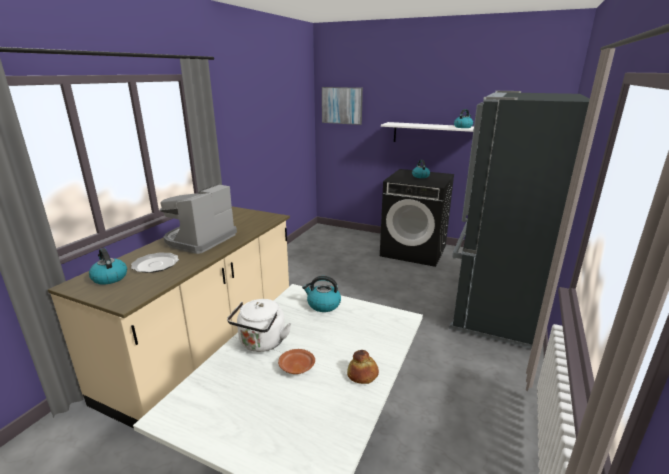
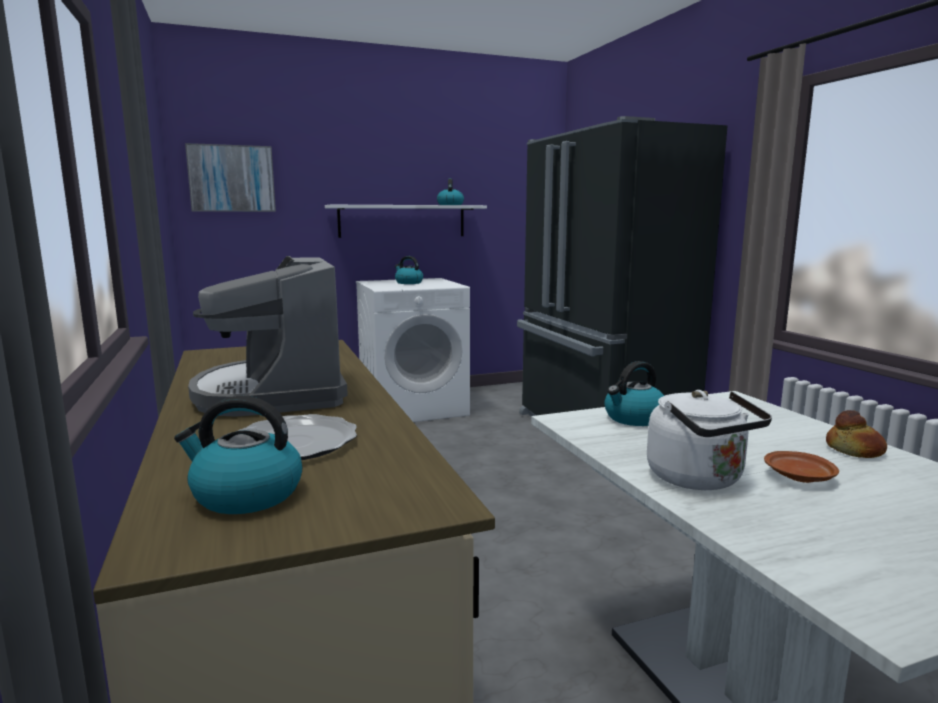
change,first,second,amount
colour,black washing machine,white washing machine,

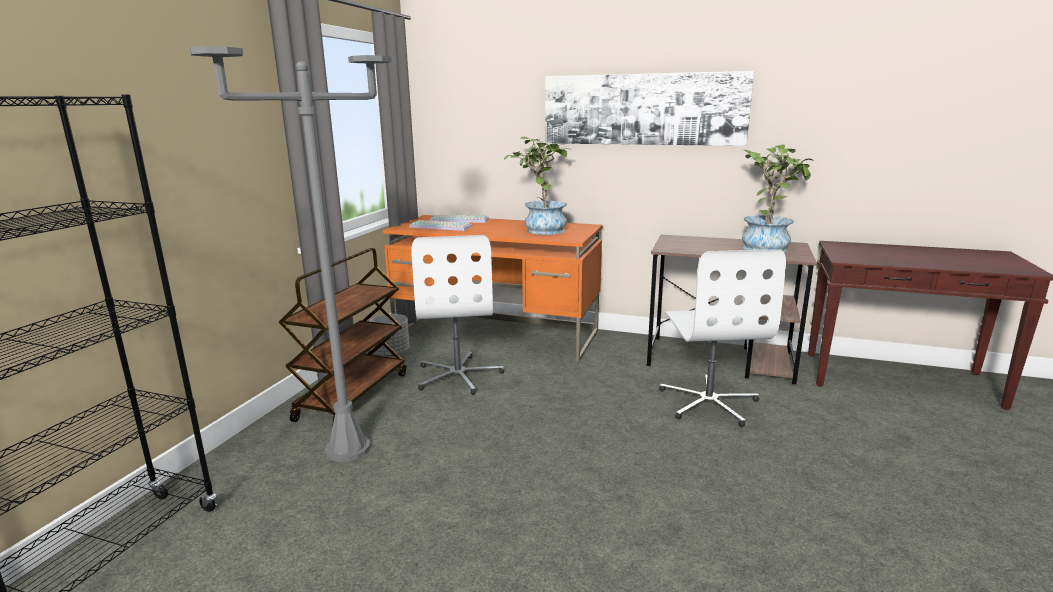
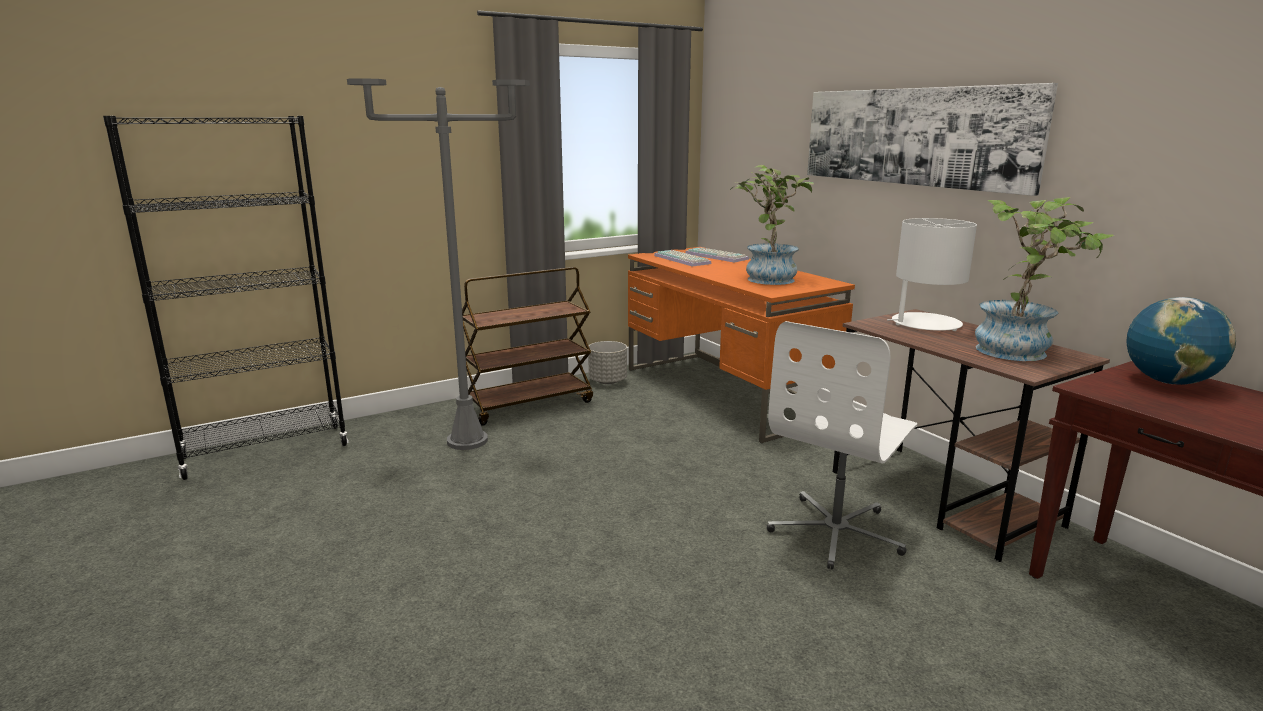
change,first,second,amount
appeared,,white table lamp,
appeared,,globe,
missing,white office chair (no. 1 from left),,

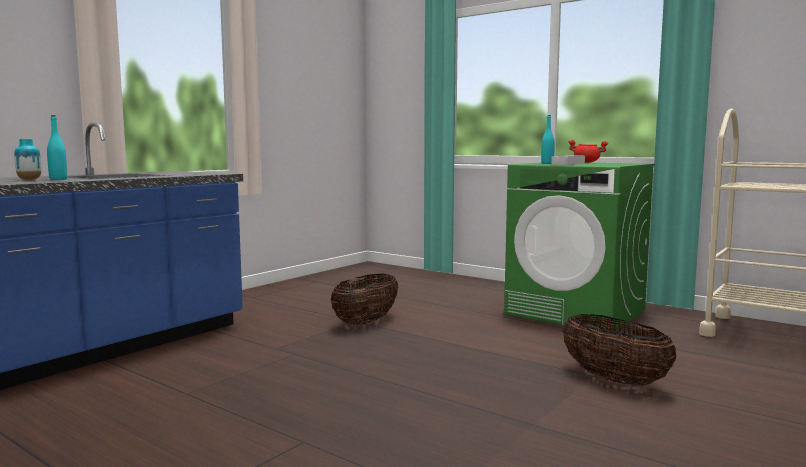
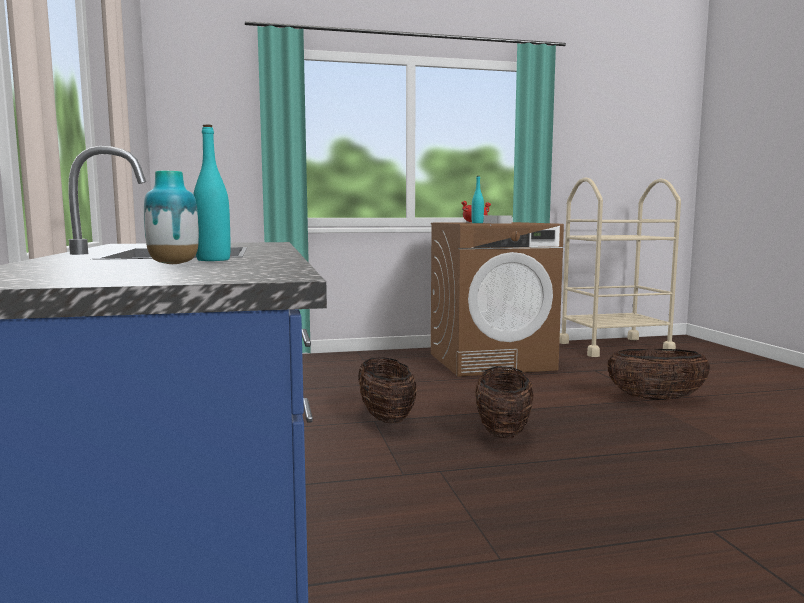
change,first,second,amount
colour,green washing machine,brown washing machine,
appeared,,basket (no. 2 from left),

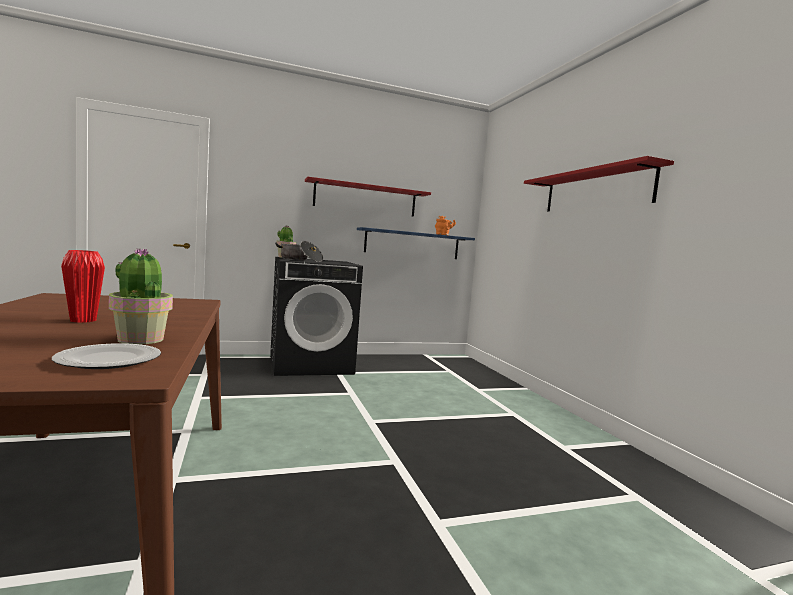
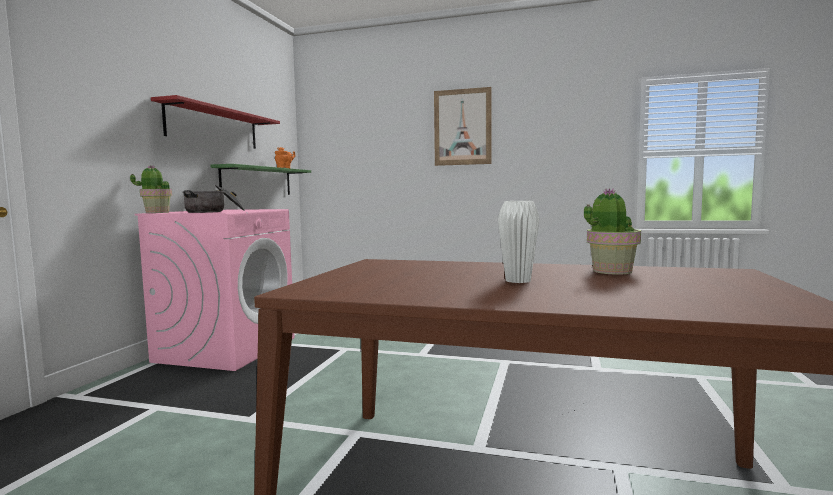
change,first,second,amount
colour,black washing machine,pink washing machine,
colour,blue shelf,green shelf,
exchanged,red shelf (no. 2 from left),picture,
colour,red vase,white vase,
missing,plate,,

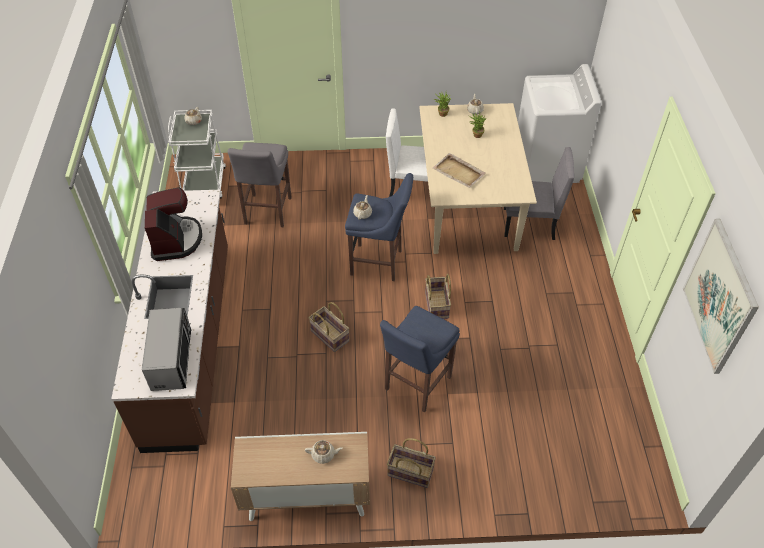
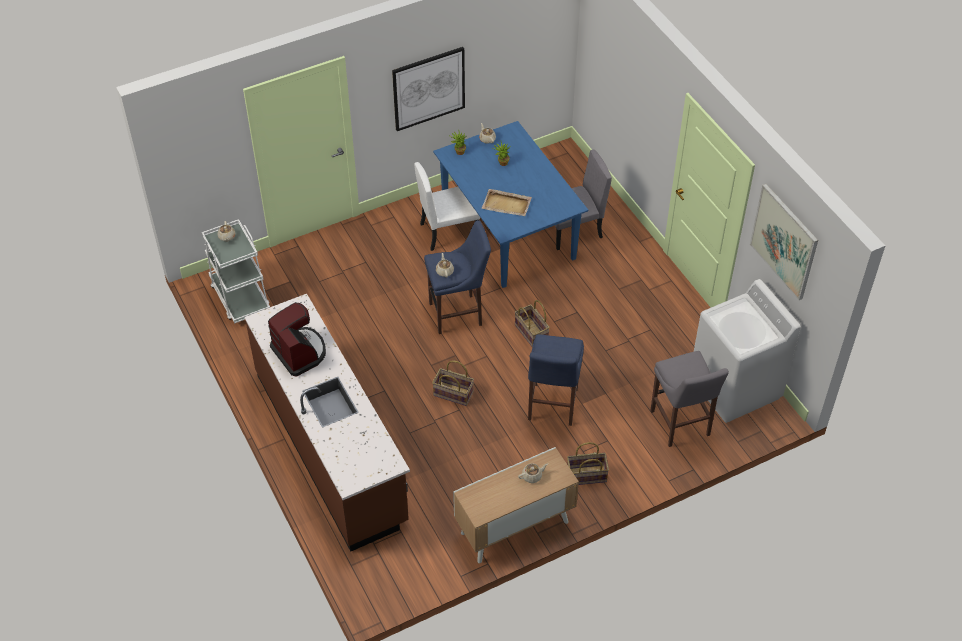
change,first,second,amount
appeared,,picture (no. 1 from left),
colour,beige dining table,blue dining table,
relocated,grey stool,,
relocated,white washing machine,,
missing,microwave,,

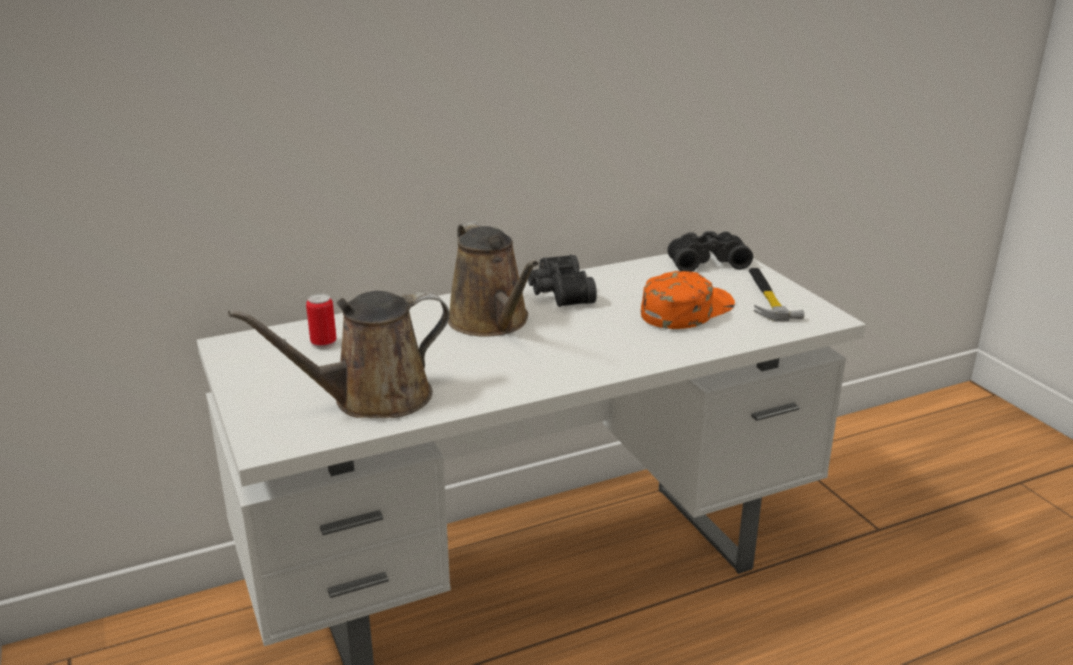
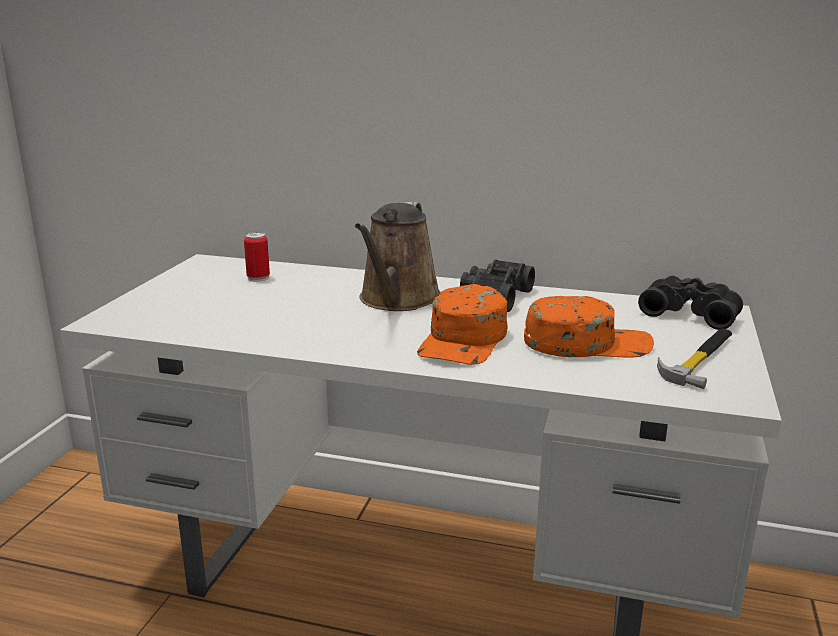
change,first,second,amount
appeared,,orange cap (no. 1 from left),
missing,brown watering can (no. 1 from left),,

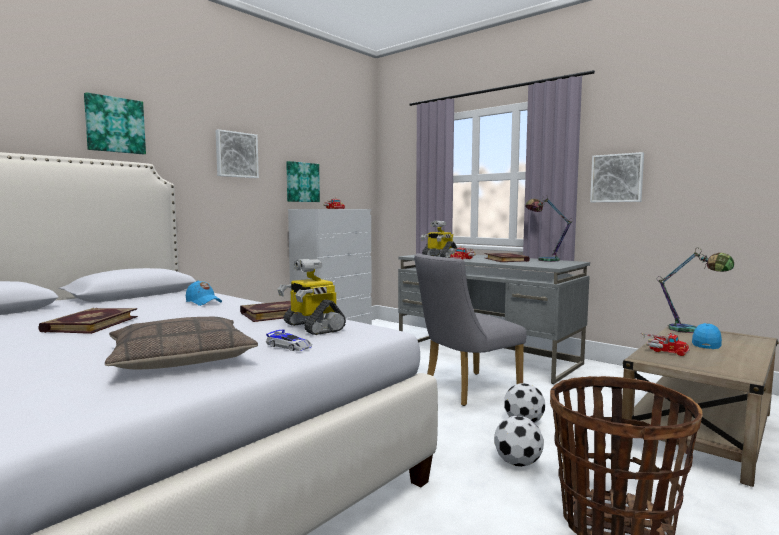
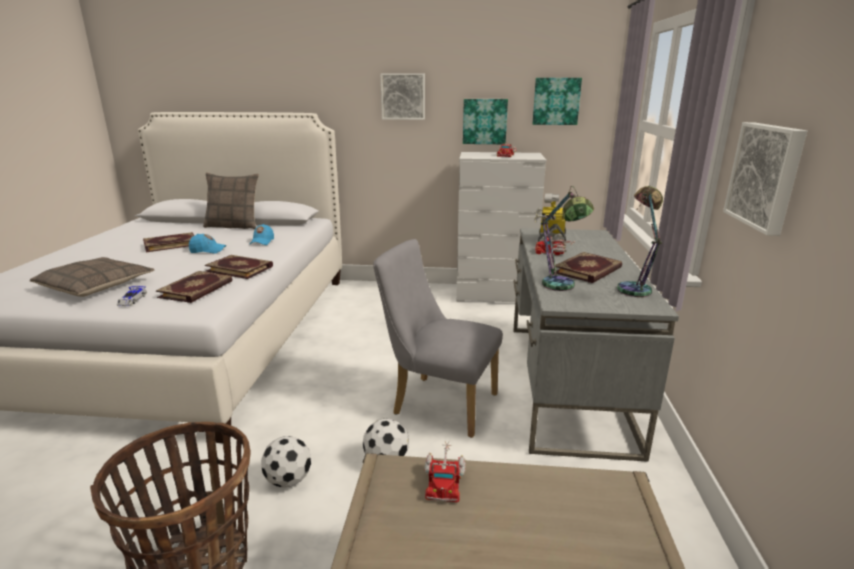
change,first,second,amount
exchanged,toy robot (no. 1 from left),book (no. 2 from left),
relocated,blue cap (no. 2 from left in the first image),blue cap (no. 1 from left),
appeared,,pillow (no. 2 from left),
relocated,picture (no. 1 from left in the first image),picture (no. 3 from left),
relocated,table lamp (no. 2 from left in the first image),table lamp (no. 1 from left),

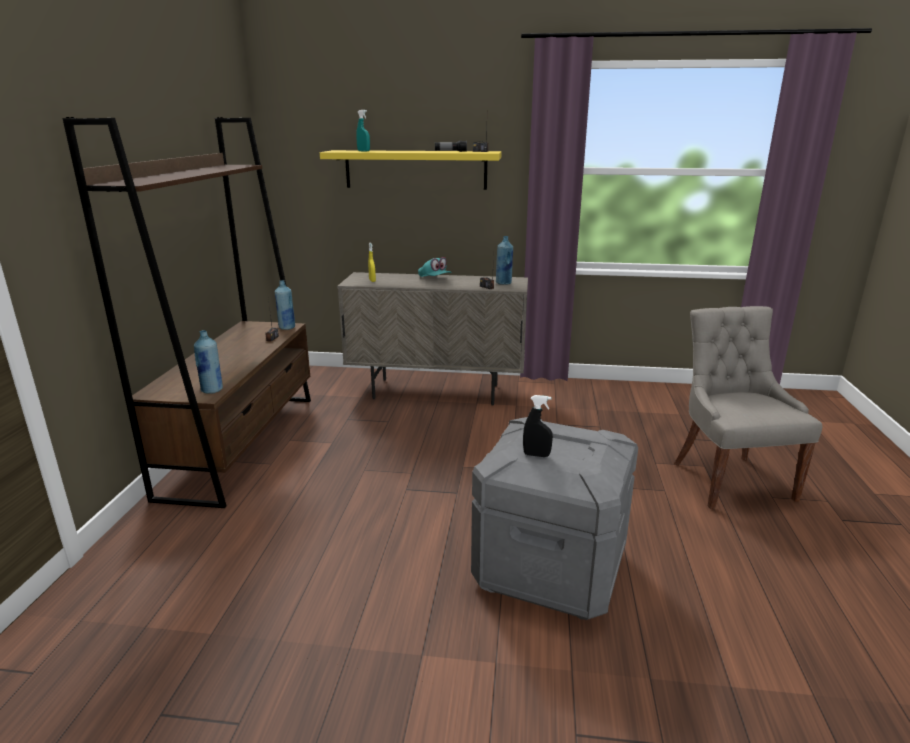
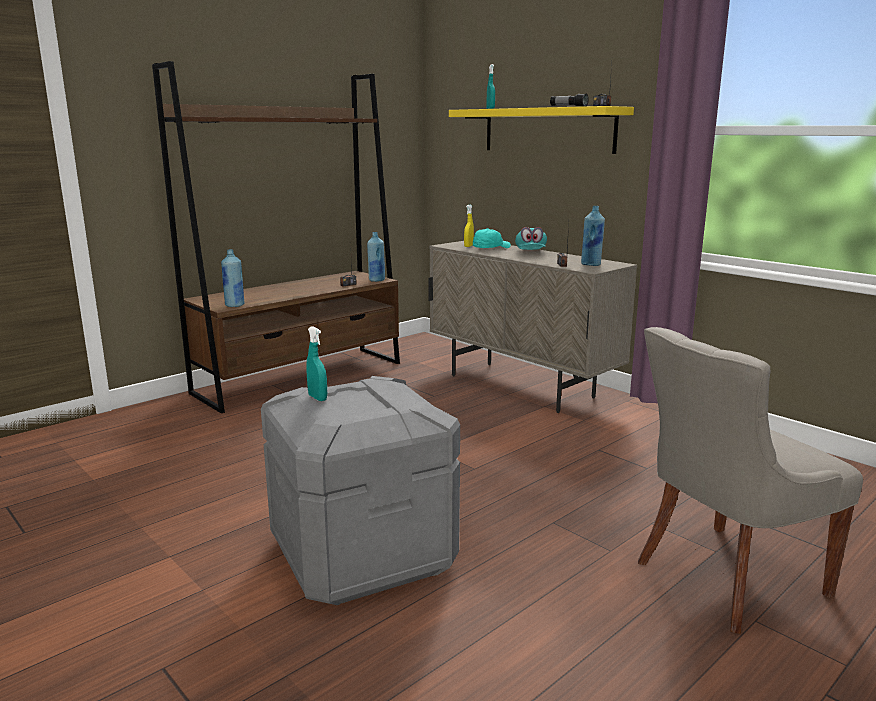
change,first,second,amount
colour,black spray bottle,turquoise spray bottle (no. 1 from left),
appeared,,turquoise cap (no. 1 from left),
spun,grey chair,,150 degrees counterclockwise

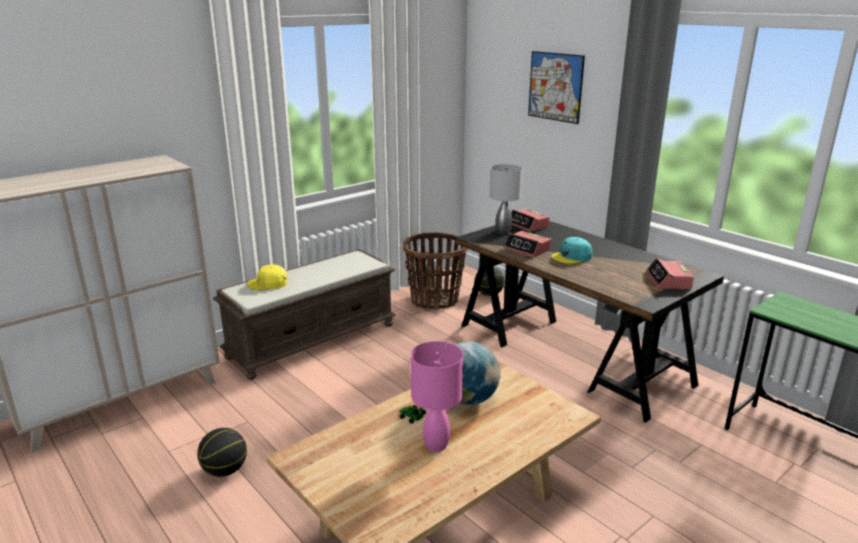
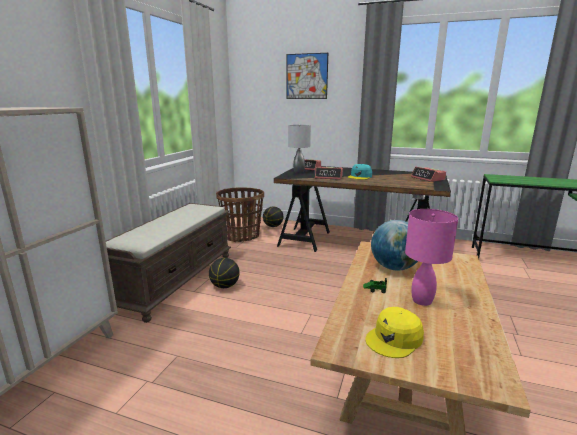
change,first,second,amount
relocated,basketball (no. 1 from left),,
relocated,yellow cap,,

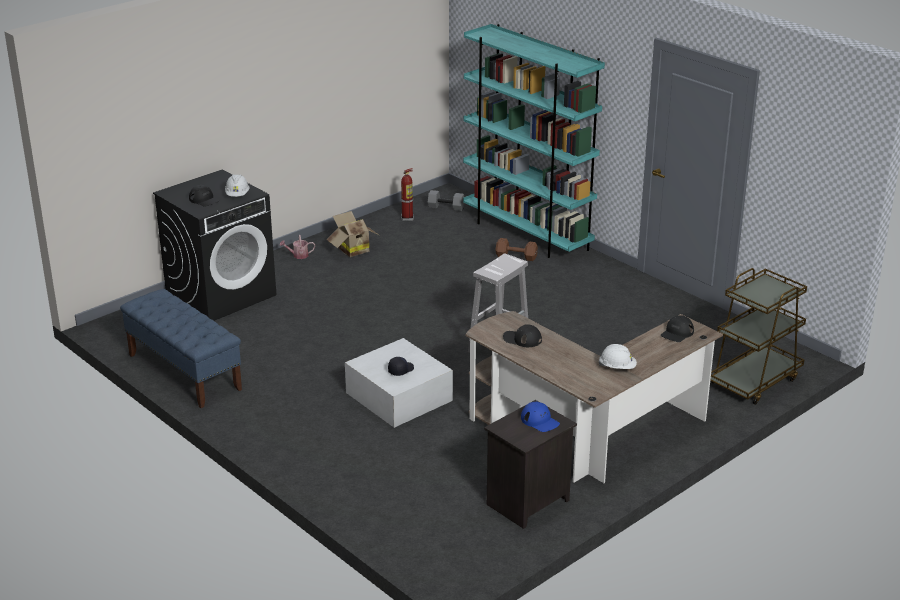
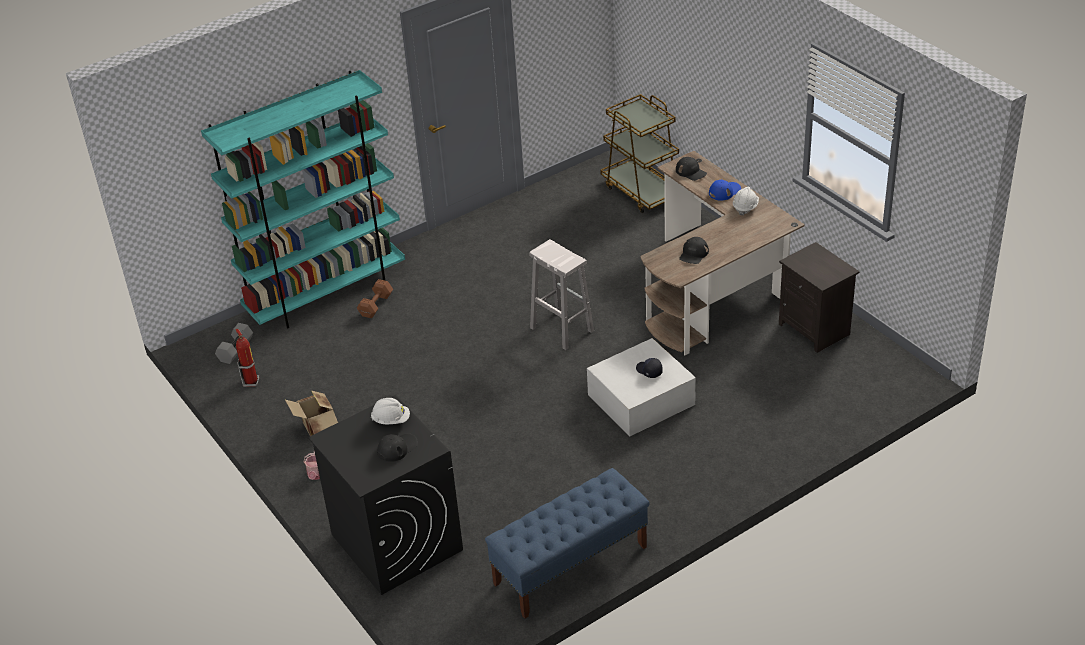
change,first,second,amount
relocated,blue cap,,

